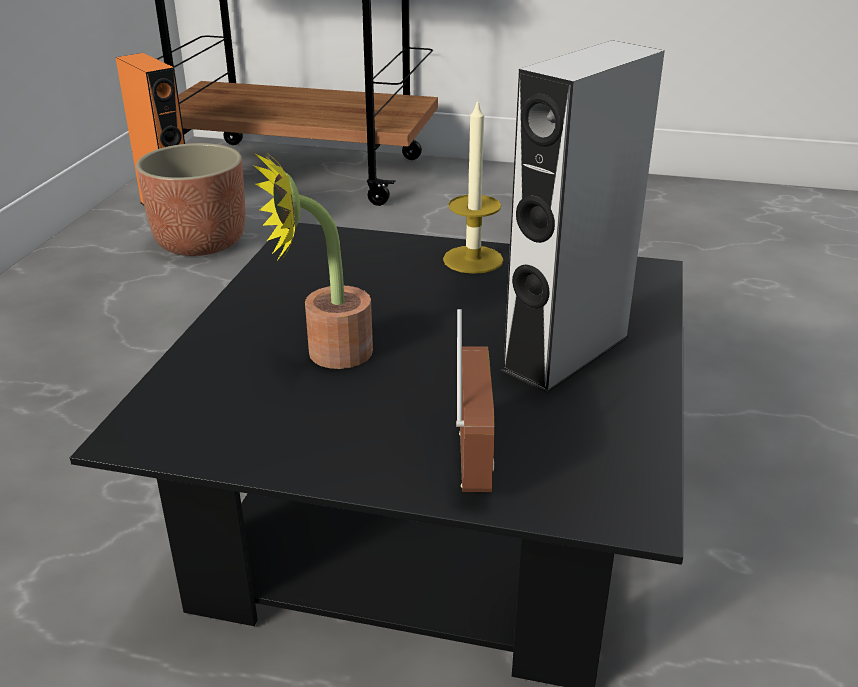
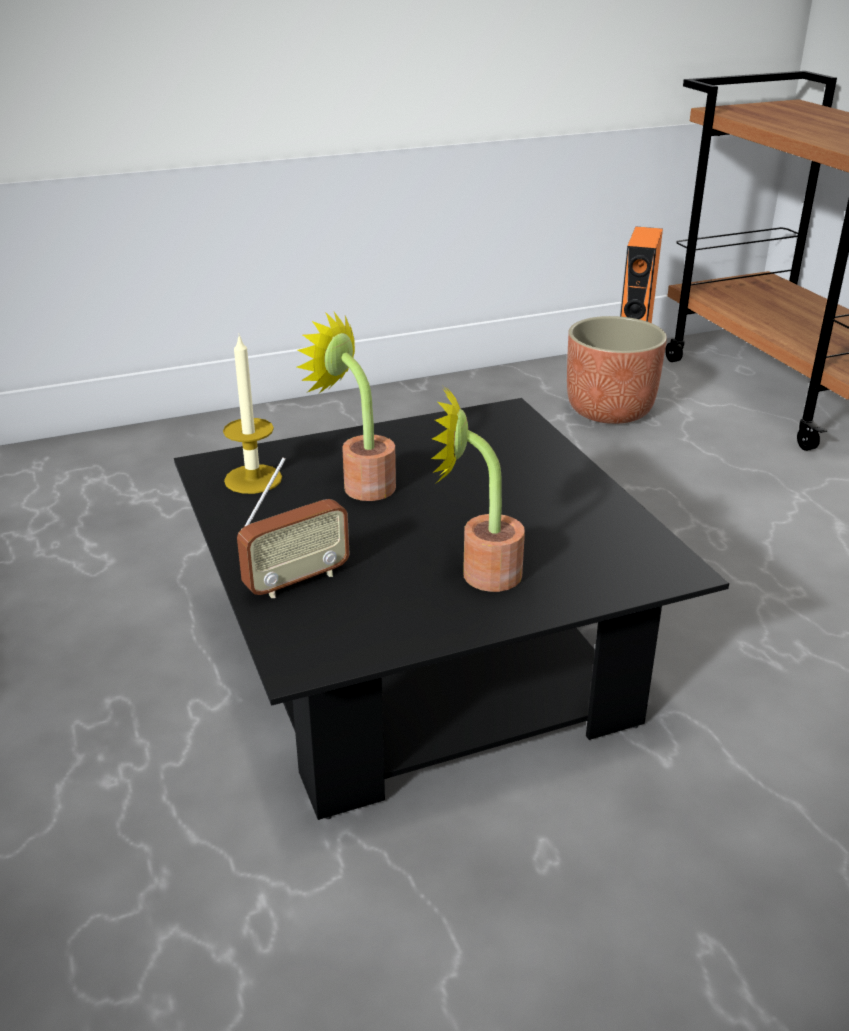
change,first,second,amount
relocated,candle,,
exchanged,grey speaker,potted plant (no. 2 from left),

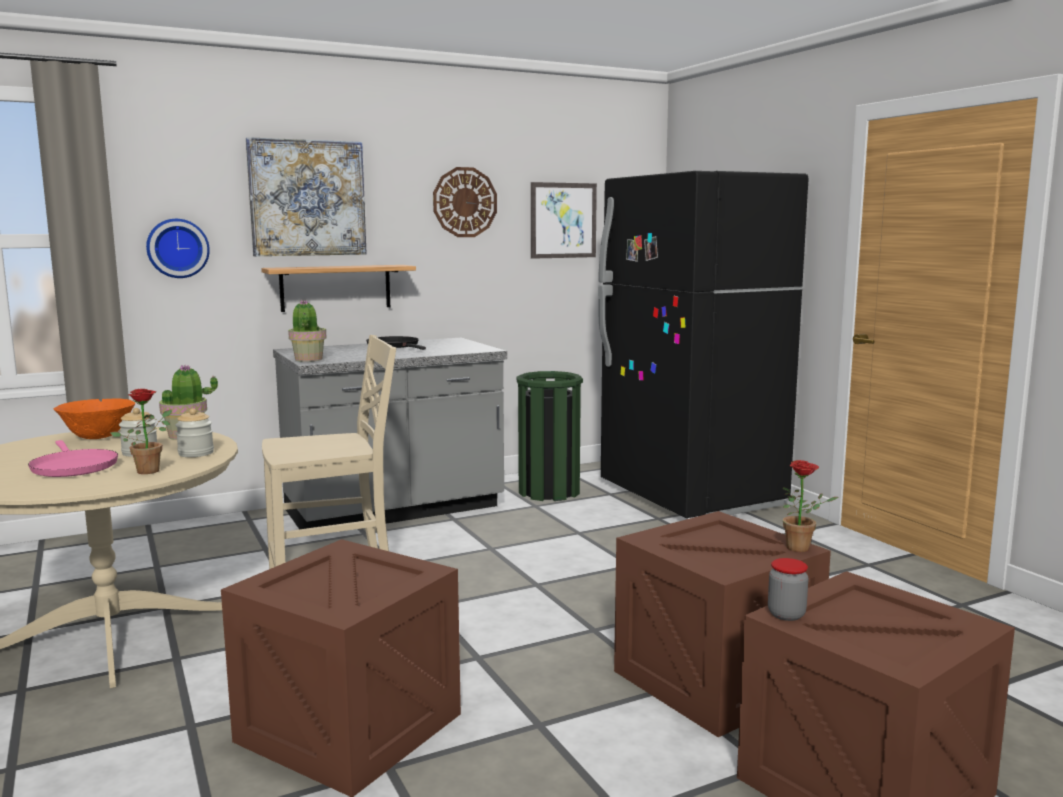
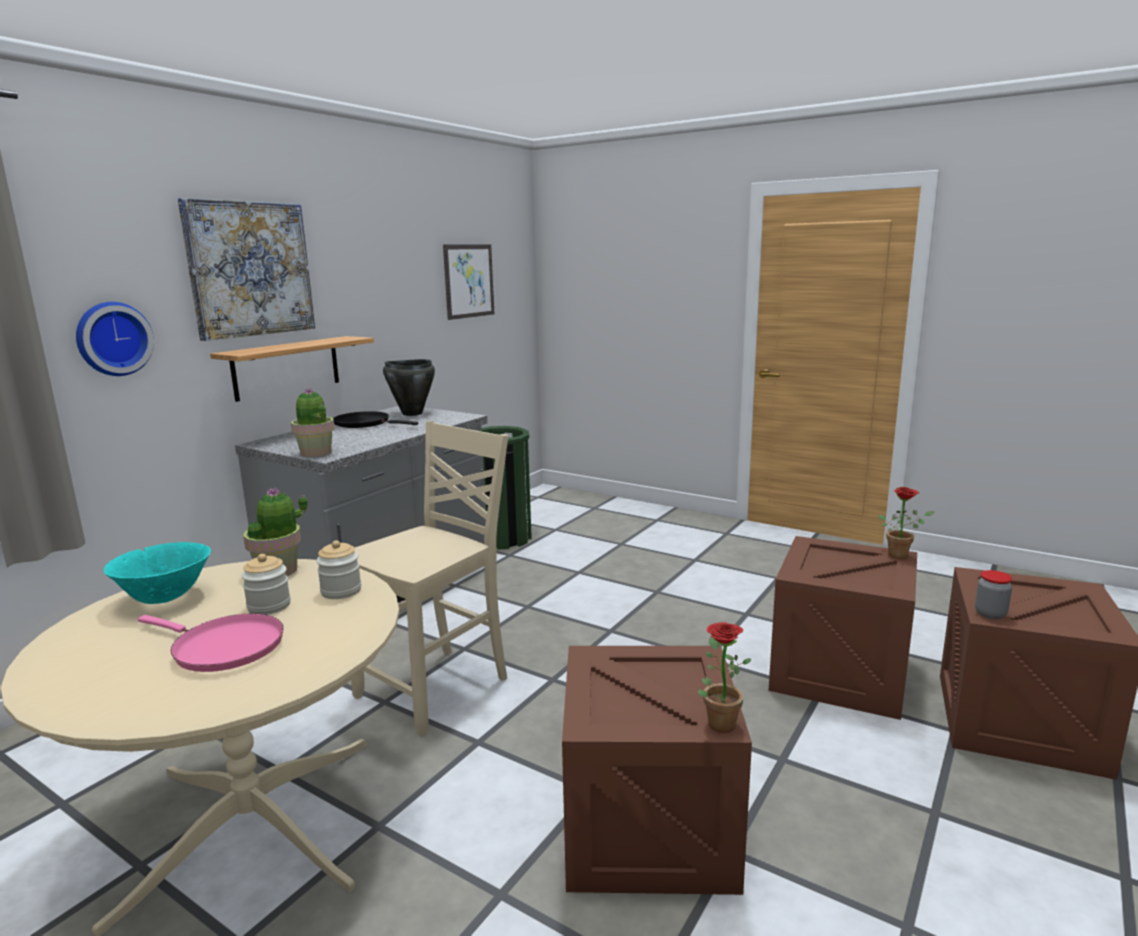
change,first,second,amount
colour,orange bowl,turquoise bowl,
appeared,,black cooking pot,
relocated,potted plant (no. 1 from left in the first image),potted plant (no. 3 from left),
missing,wall clock (no. 2 from left),,
missing,black fridge,,

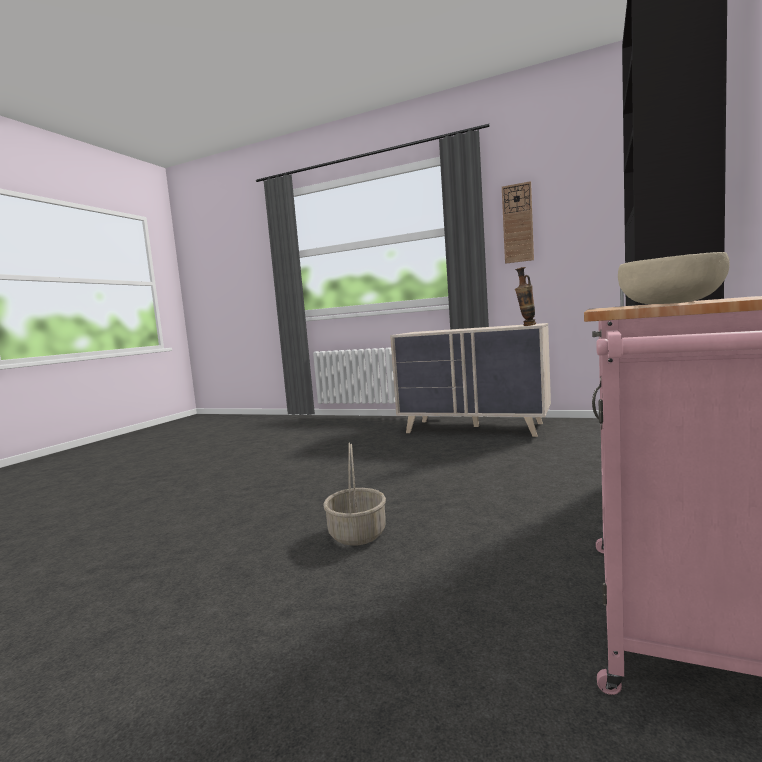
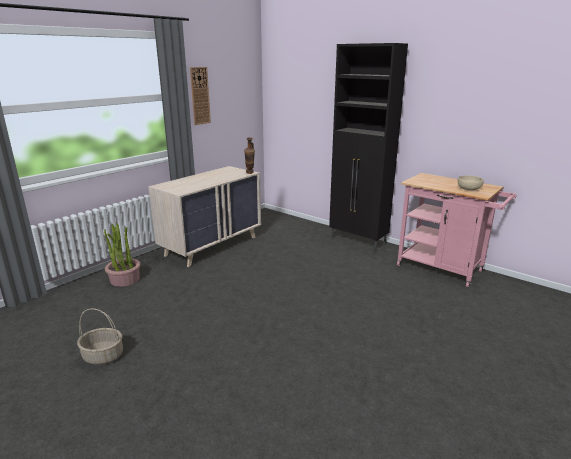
change,first,second,amount
relocated,basket,,
appeared,,potted plant,

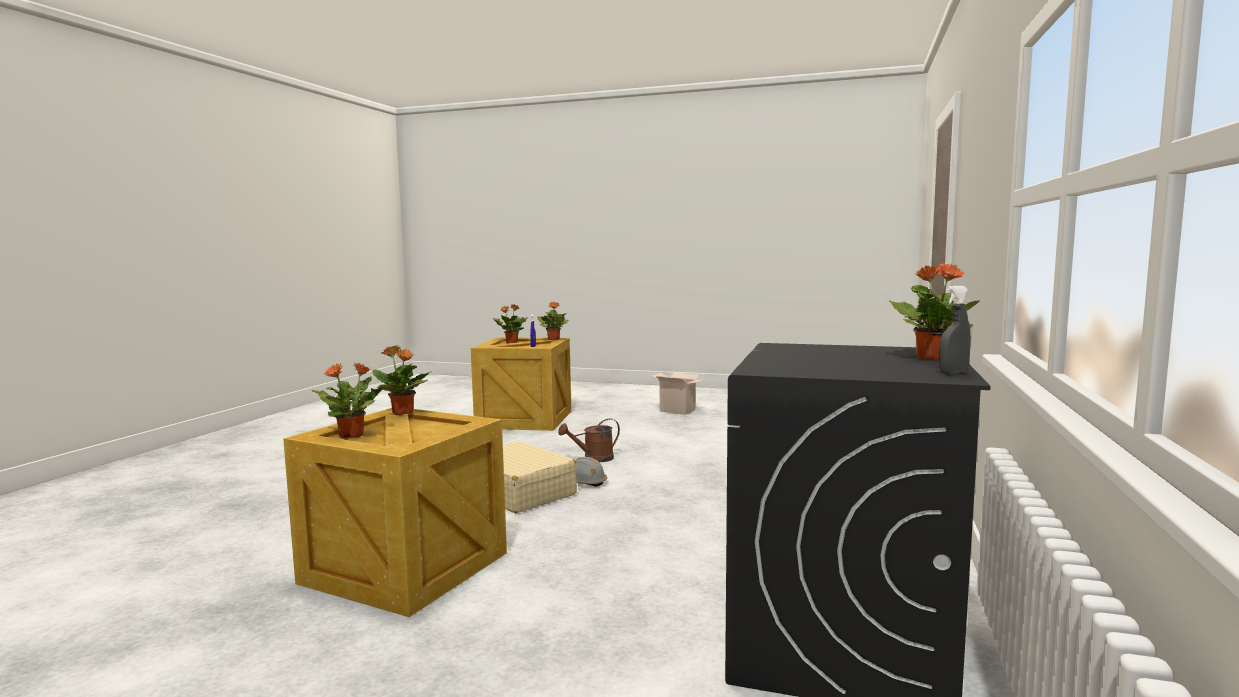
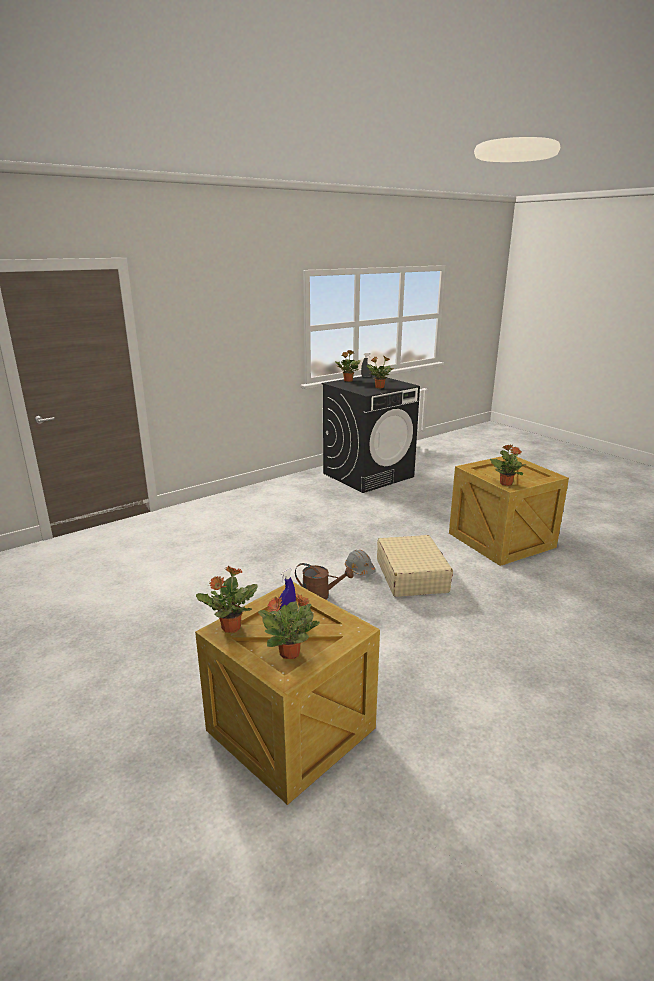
change,first,second,amount
relocated,potted plant (no. 1 from left in the first image),potted plant (no. 4 from left),
missing,cardboard box,,

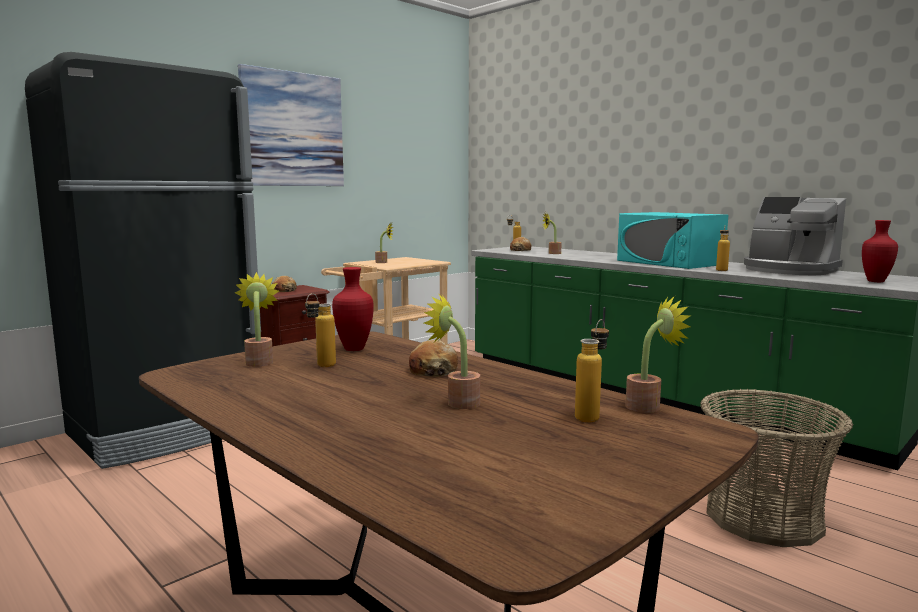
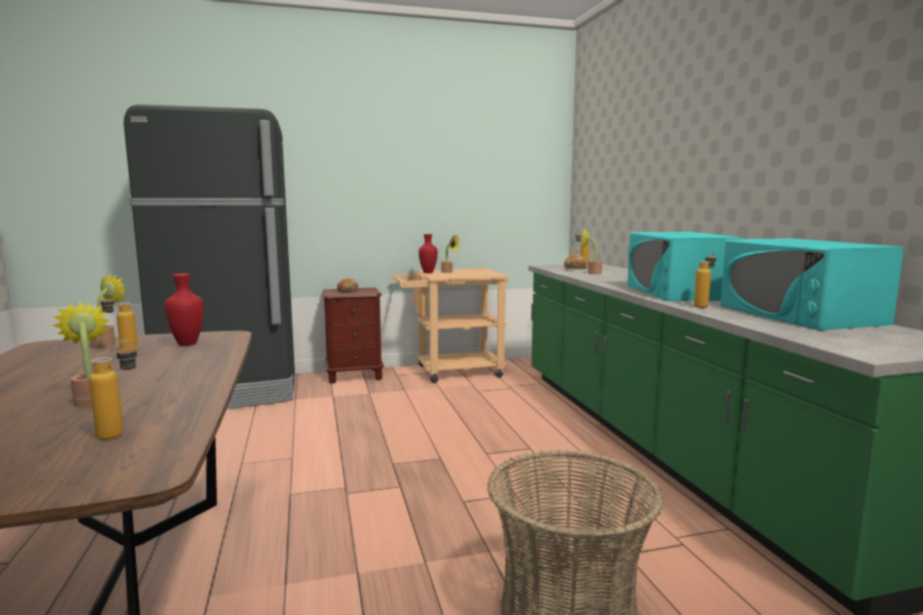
change,first,second,amount
relocated,red vase (no. 2 from left),,
exchanged,coffee machine,turquoise microwave (no. 2 from left),
missing,picture,,
missing,bread (no. 2 from left),,
missing,potted plant (no. 5 from left),,

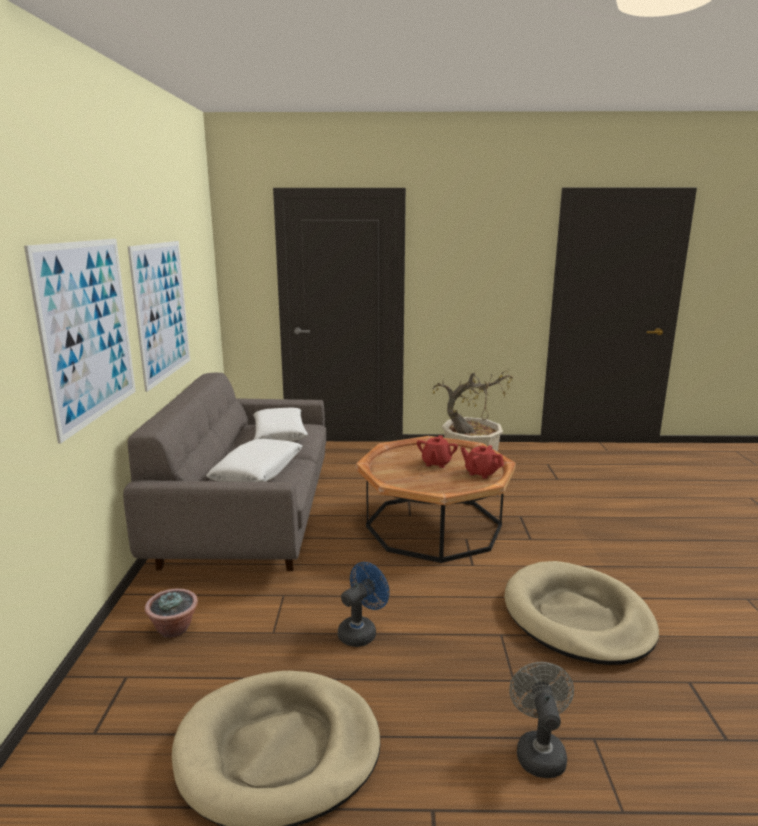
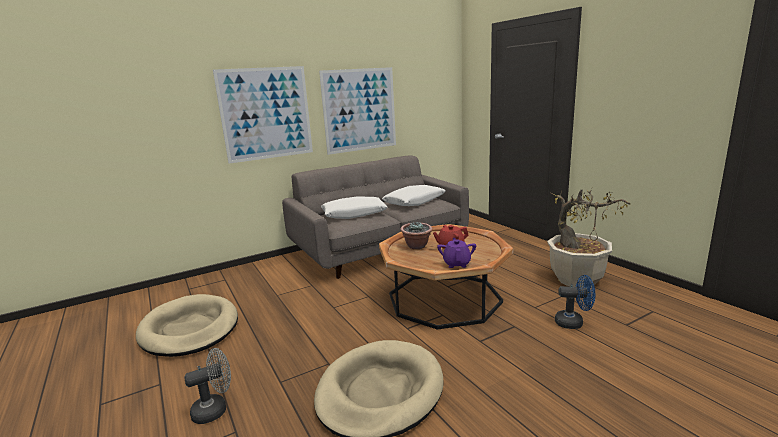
change,first,second,amount
relocated,potted plant (no. 1 from left),,
colour,red teapot (no. 2 from left),purple teapot,
relocated,blue fan,,

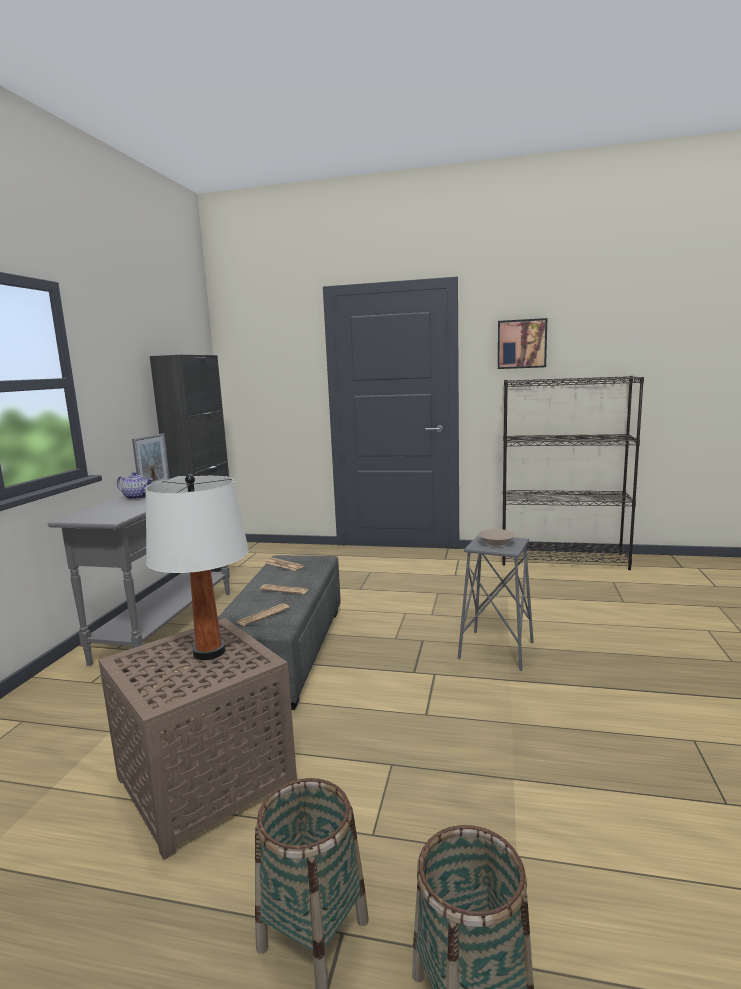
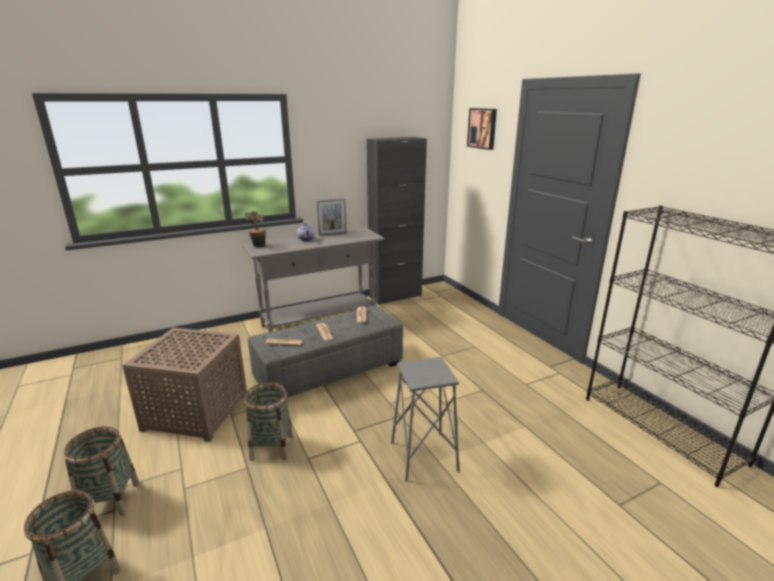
change,first,second,amount
appeared,,basket (no. 3 from left),
appeared,,potted plant,
relocated,picture,,
missing,white table lamp,,
missing,beige bowl,,

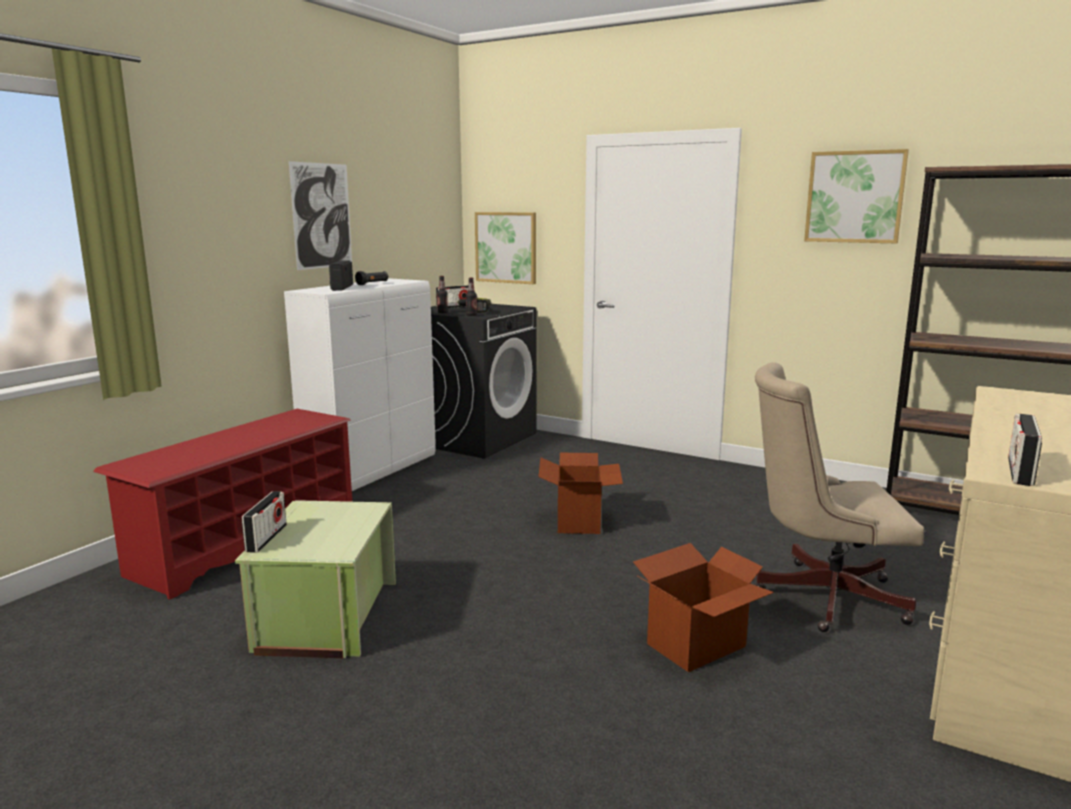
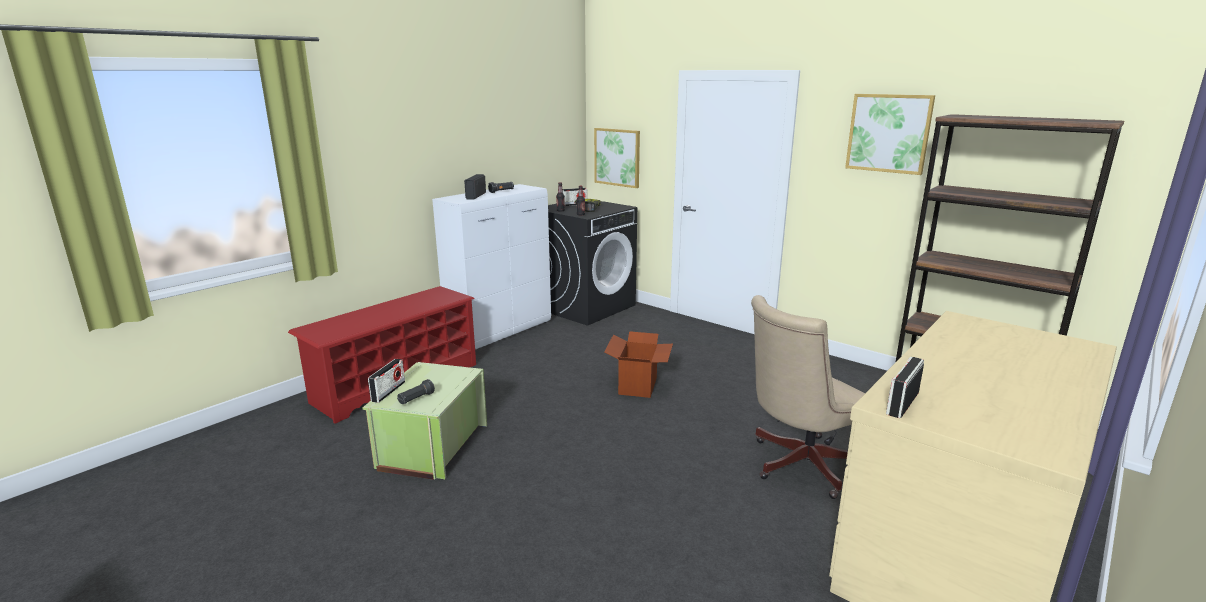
change,first,second,amount
appeared,,black flashlight (no. 1 from left),
spun,beige office chair,,45 degrees counterclockwise
missing,picture (no. 1 from left),,
missing,cardboard box (no. 2 from left),,

